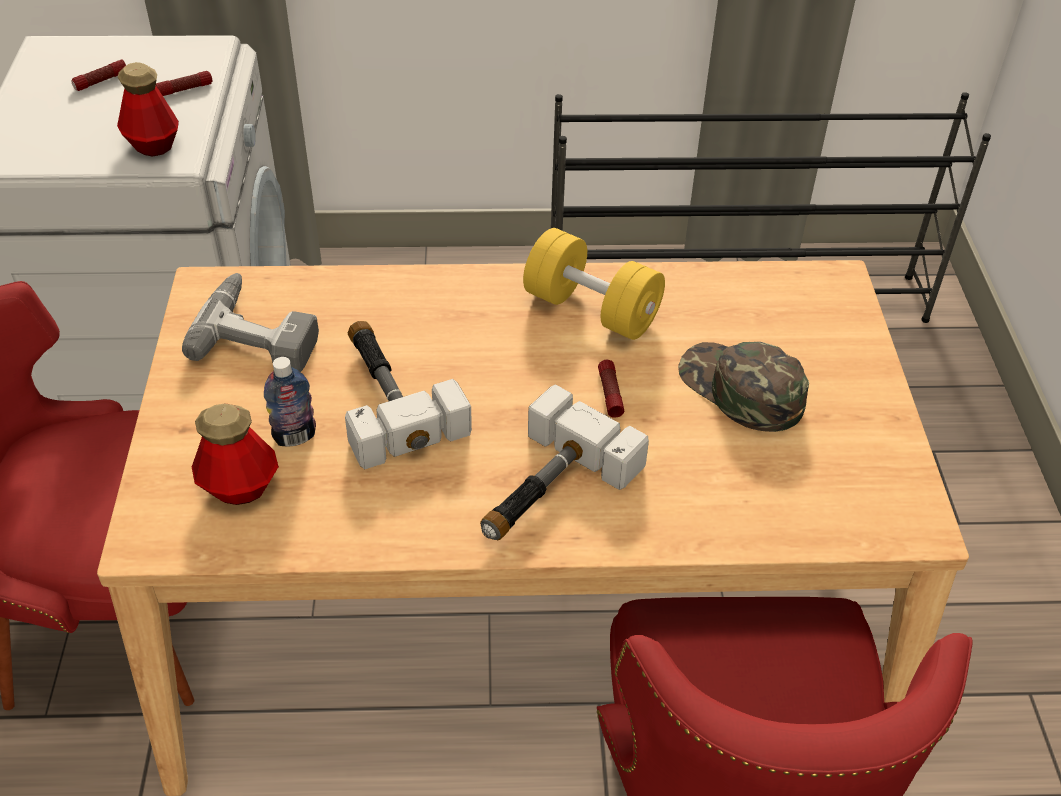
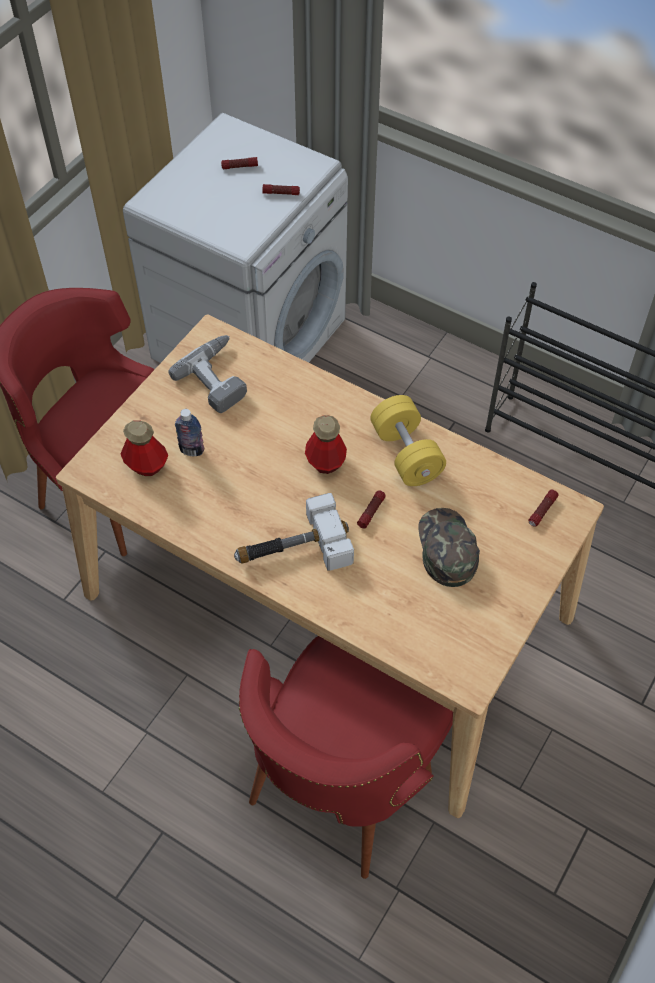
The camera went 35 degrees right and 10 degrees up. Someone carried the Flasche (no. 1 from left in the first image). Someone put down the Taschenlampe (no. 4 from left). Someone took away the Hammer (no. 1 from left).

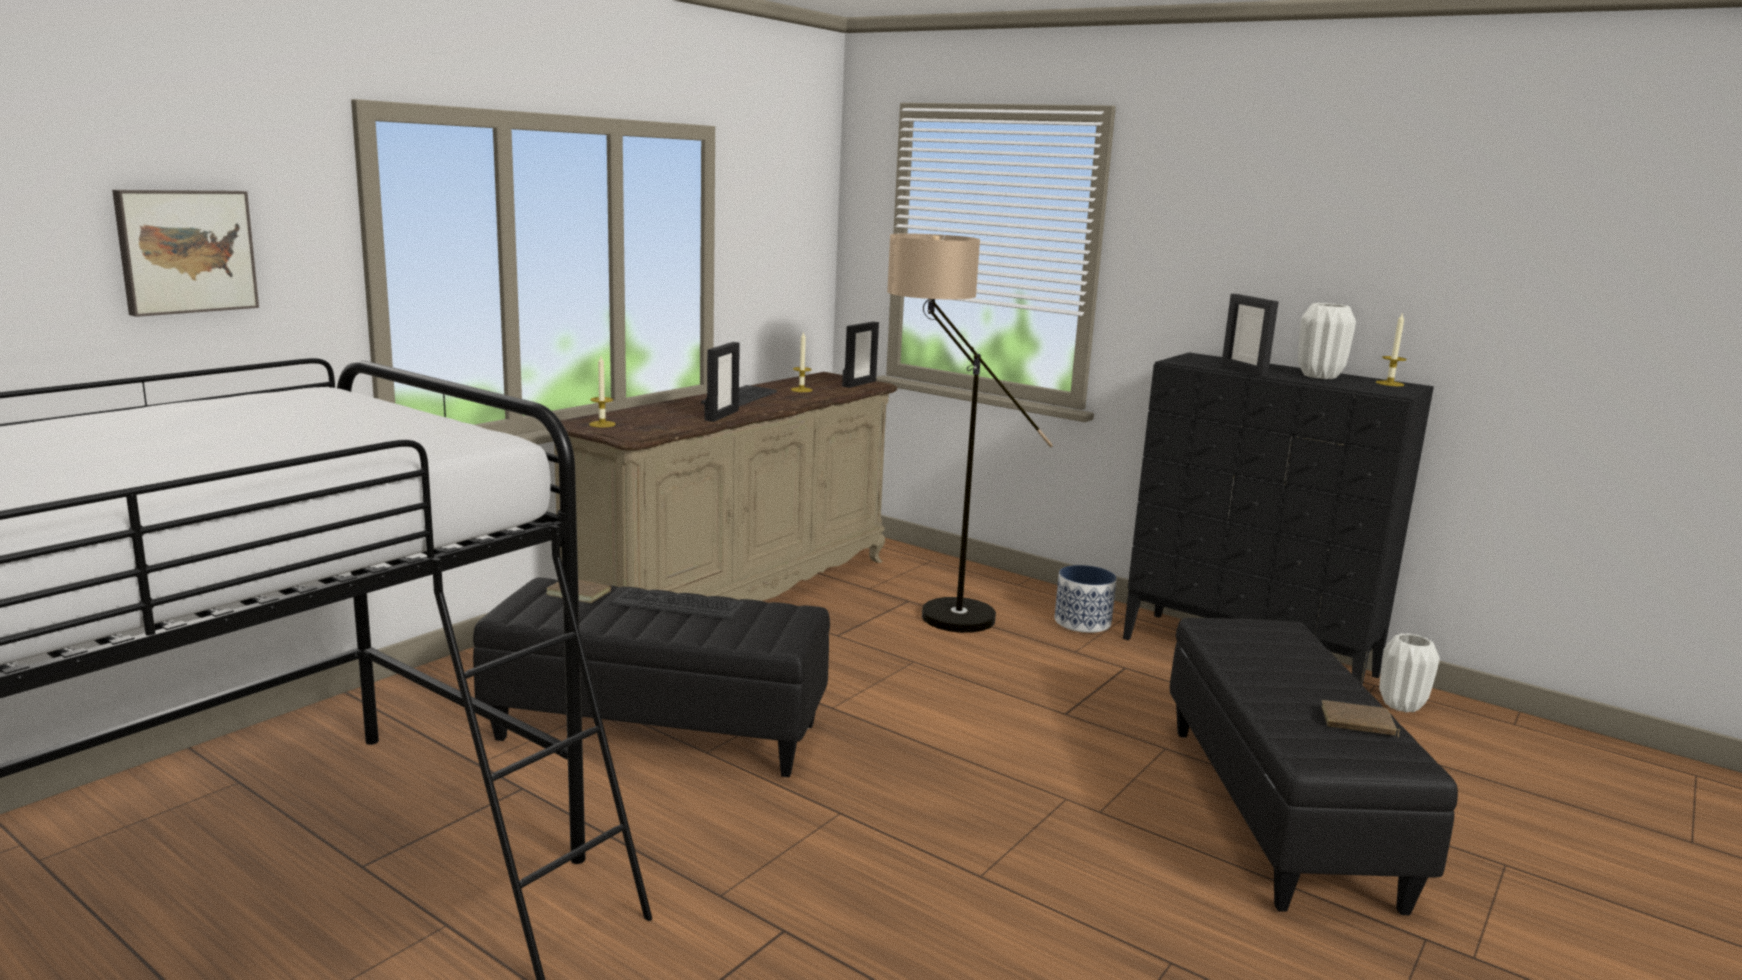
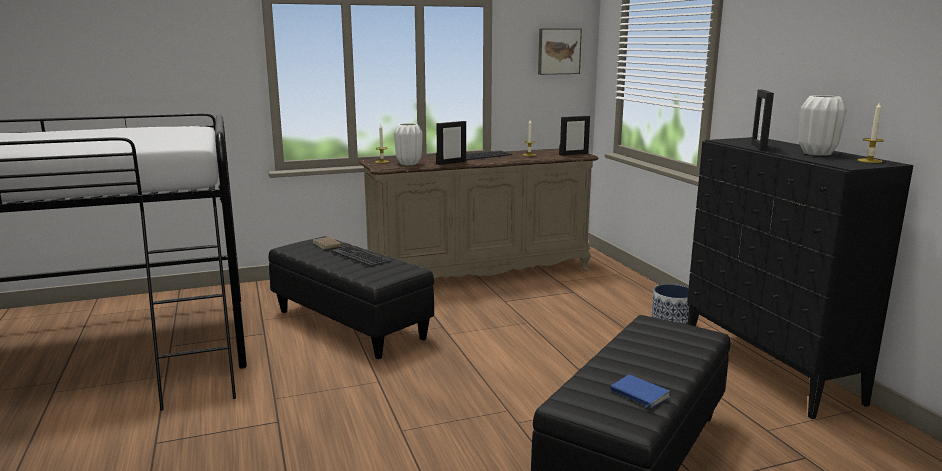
The camera went 35 degrees right and 0 degrees up. Someone carried the Vase/weiß (no. 2 from left in the first image). Someone carried the Bild. Someone repainted the Buch/braun (no. 2 from left), which became the Buch/blau. Someone took away the Stehlampe.

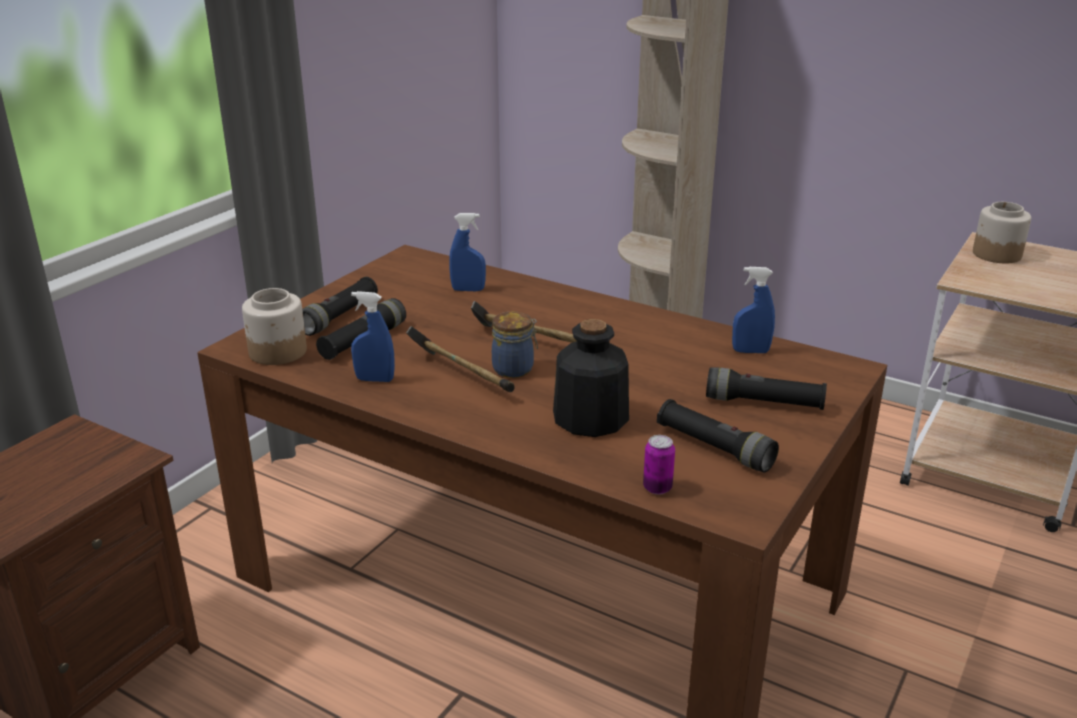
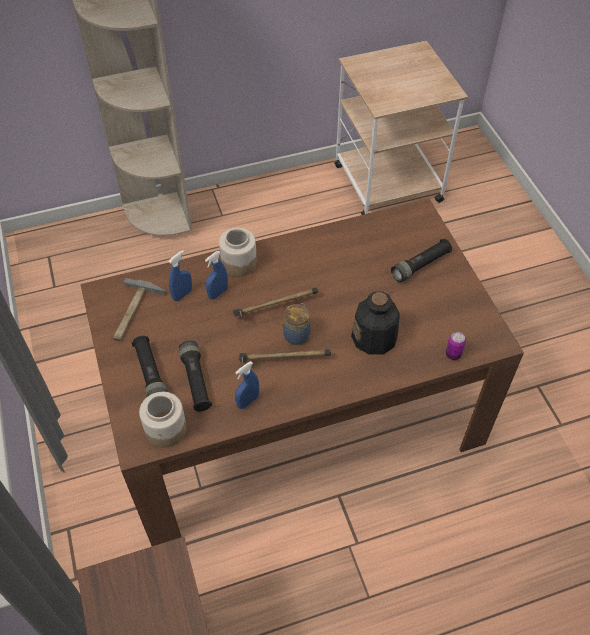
The camera went 50 degrees left and 25 degrees up. Someone put down the Hammer (no. 1 from left). Someone carried the Sprühflasche/blau (no. 3 from left in the first image). Someone carried the Vorratsglas (no. 3 from left in the first image). Someone took away the Taschenlampe/schwarz (no. 3 from left).

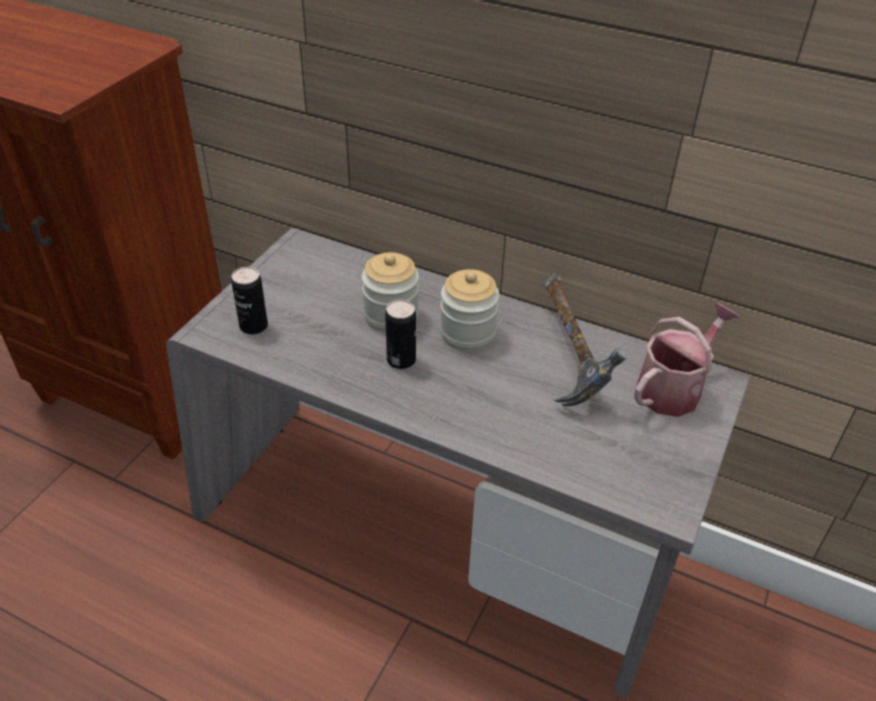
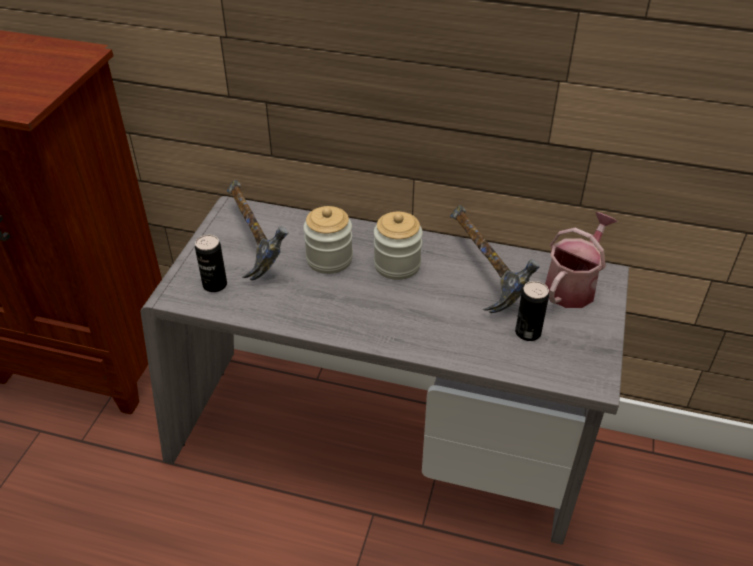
The camera went 10 degrees left and 0 degrees up. Someone put down the Hammer (no. 1 from left). Someone carried the Dose (no. 2 from left).

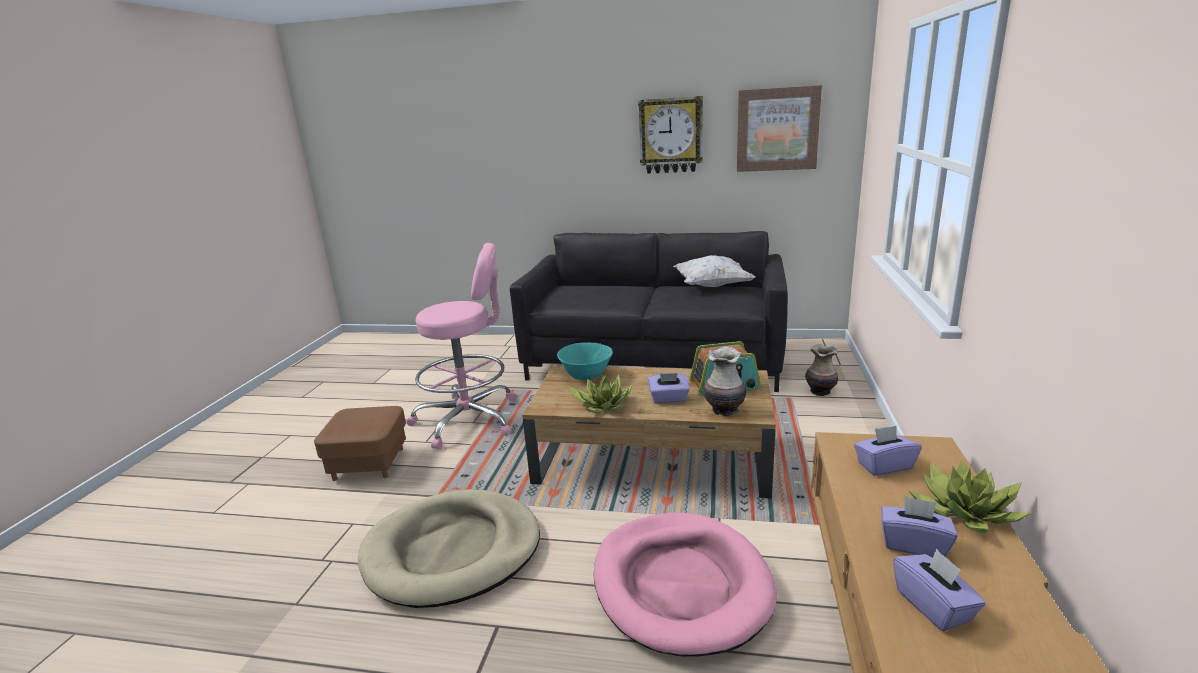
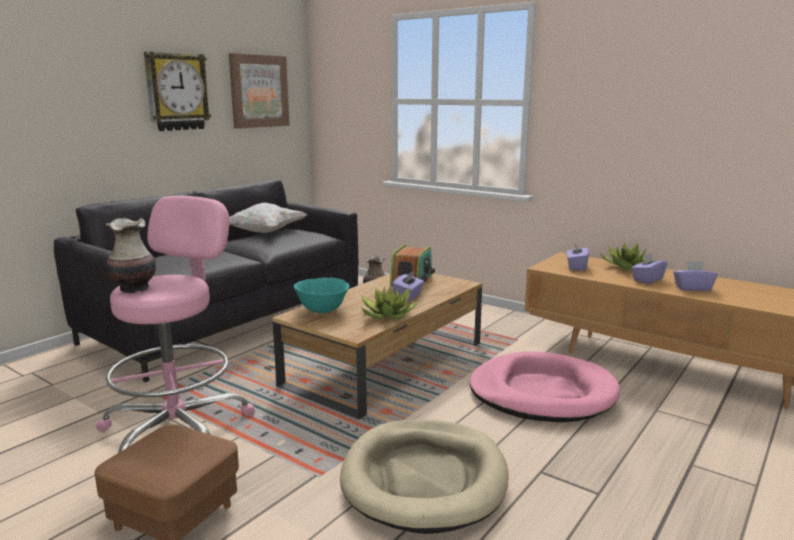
The camera went 65 degrees left and 5 degrees down. Someone carried the Vase (no. 1 from left).

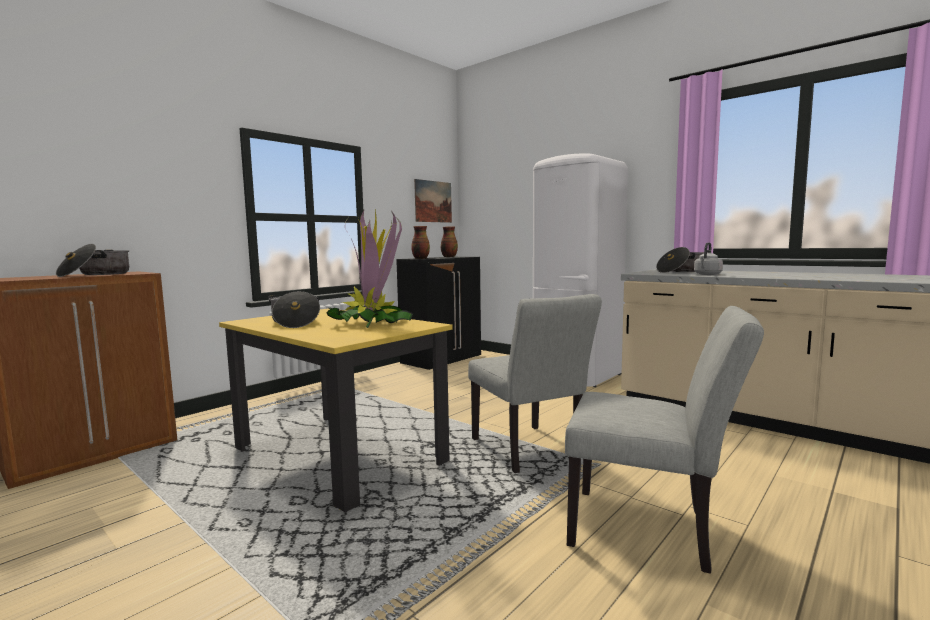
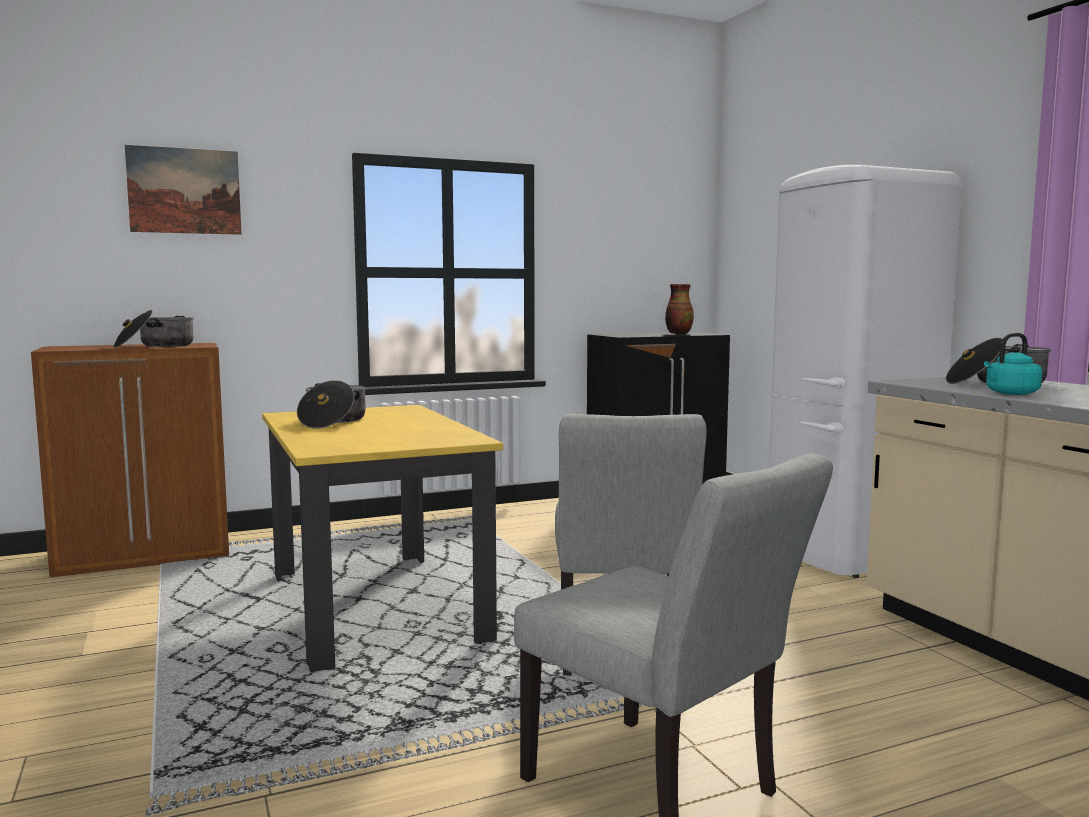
The camera went 25 degrees right and 0 degrees up. Someone carried the Bild. Someone repainted the Wasserkessel/grau, which became the Wasserkessel/türkis. Someone took away the Topfpflanze. Someone took away the Vase (no. 1 from left).

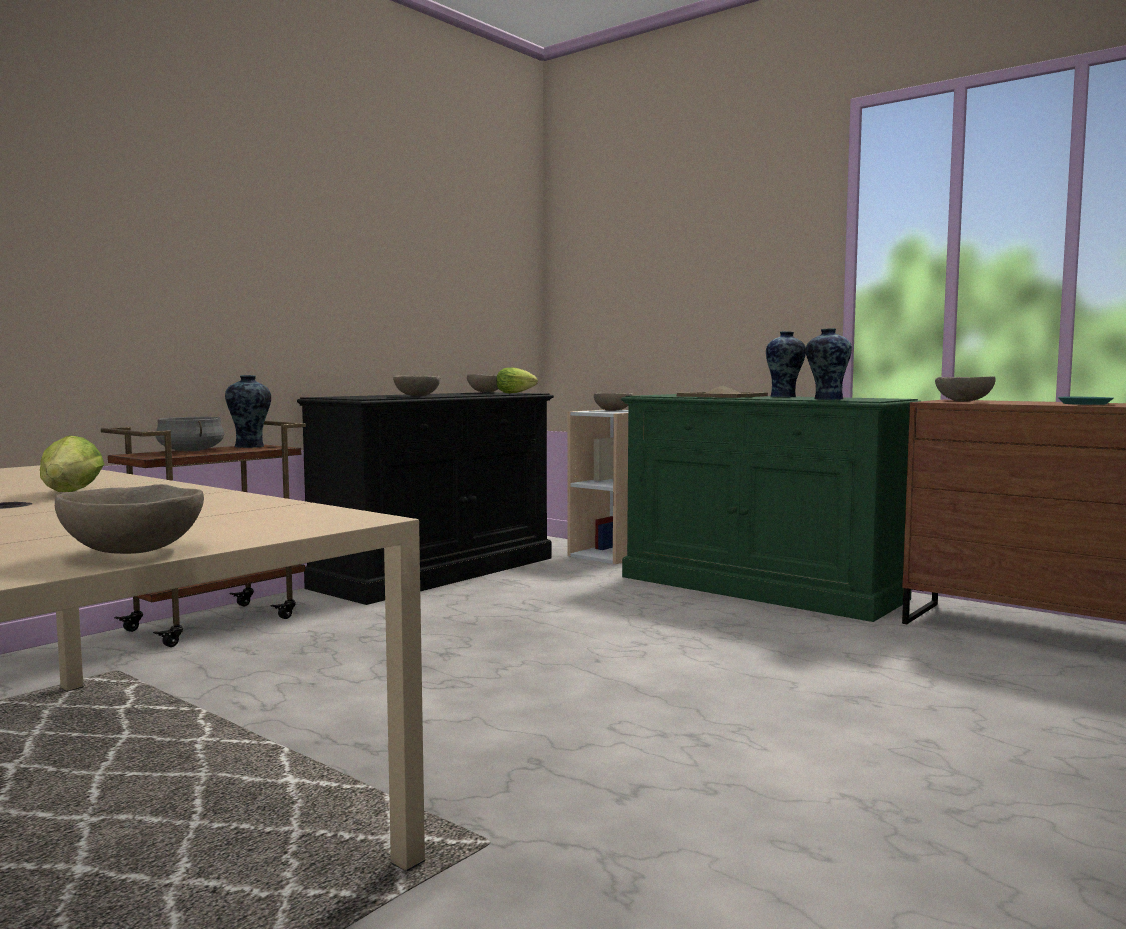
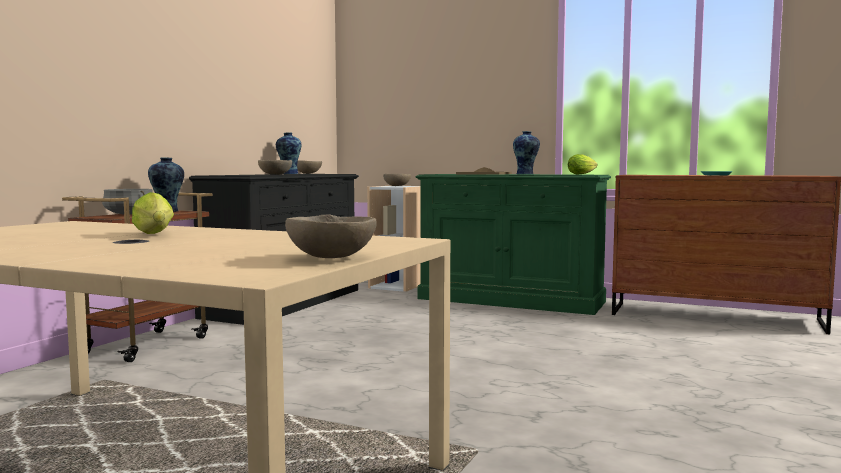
The camera went 15 degrees left and 0 degrees up. Someone carried the Vase (no. 3 from left in the first image). Someone carried the Salatkopf (no. 2 from left). Someone took away the Schüssel/beige (no. 5 from left).

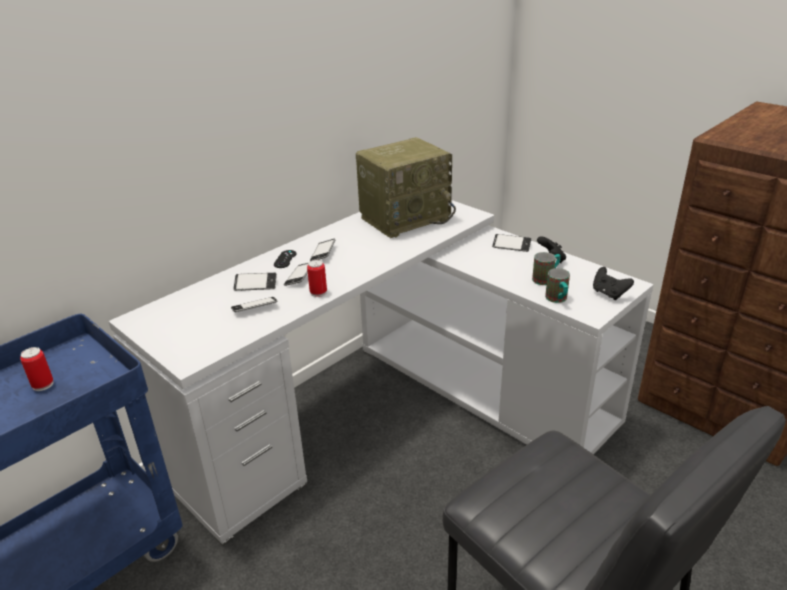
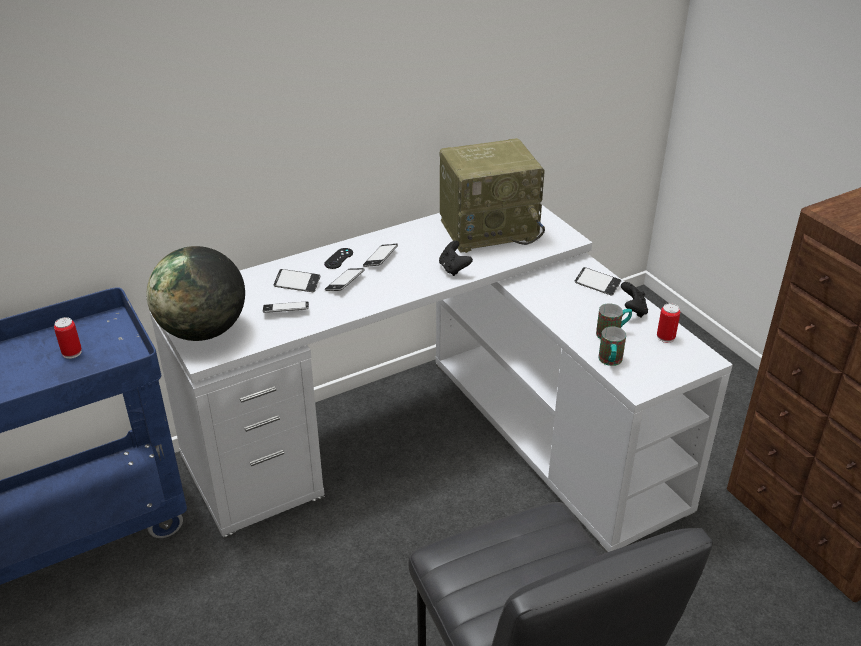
The camera went 15 degrees right and 5 degrees up. Someone put down the Globus. Someone carried the Gamepad/schwarz (no. 3 from left in the first image). Someone carried the Dose (no. 2 from left).

